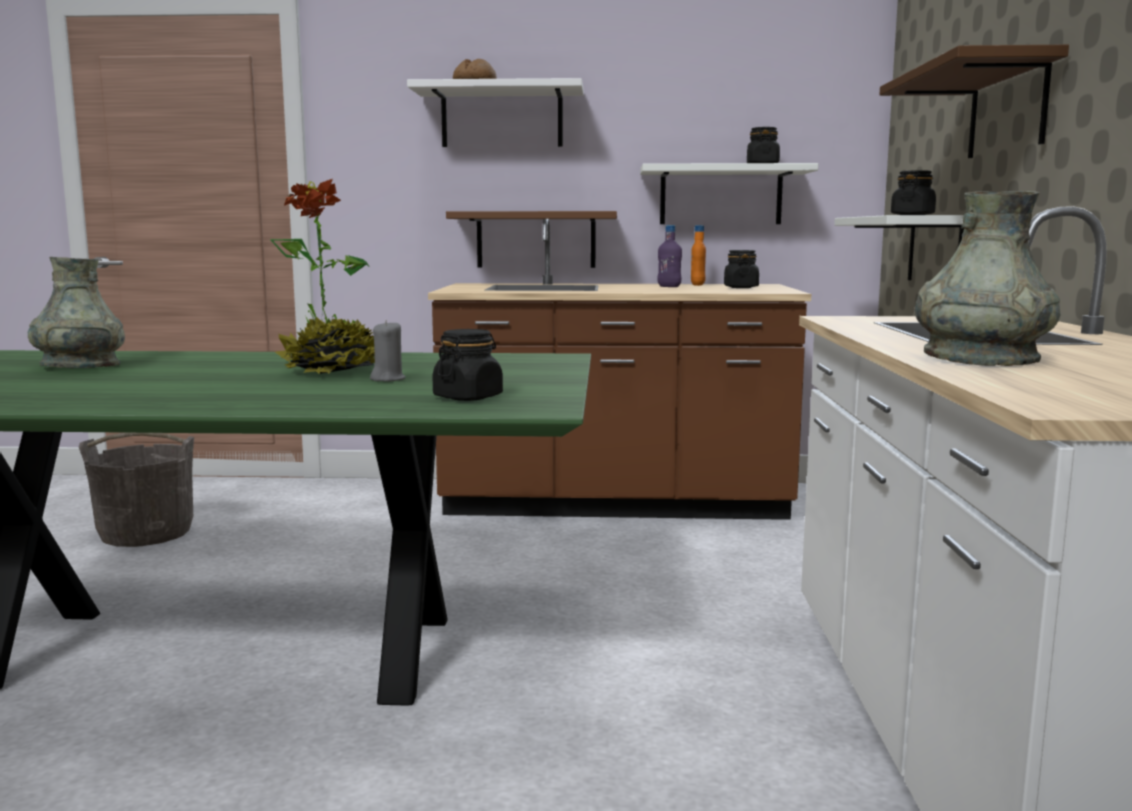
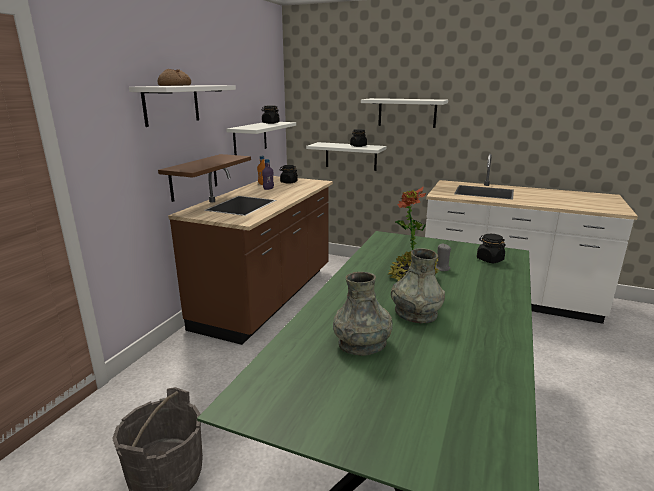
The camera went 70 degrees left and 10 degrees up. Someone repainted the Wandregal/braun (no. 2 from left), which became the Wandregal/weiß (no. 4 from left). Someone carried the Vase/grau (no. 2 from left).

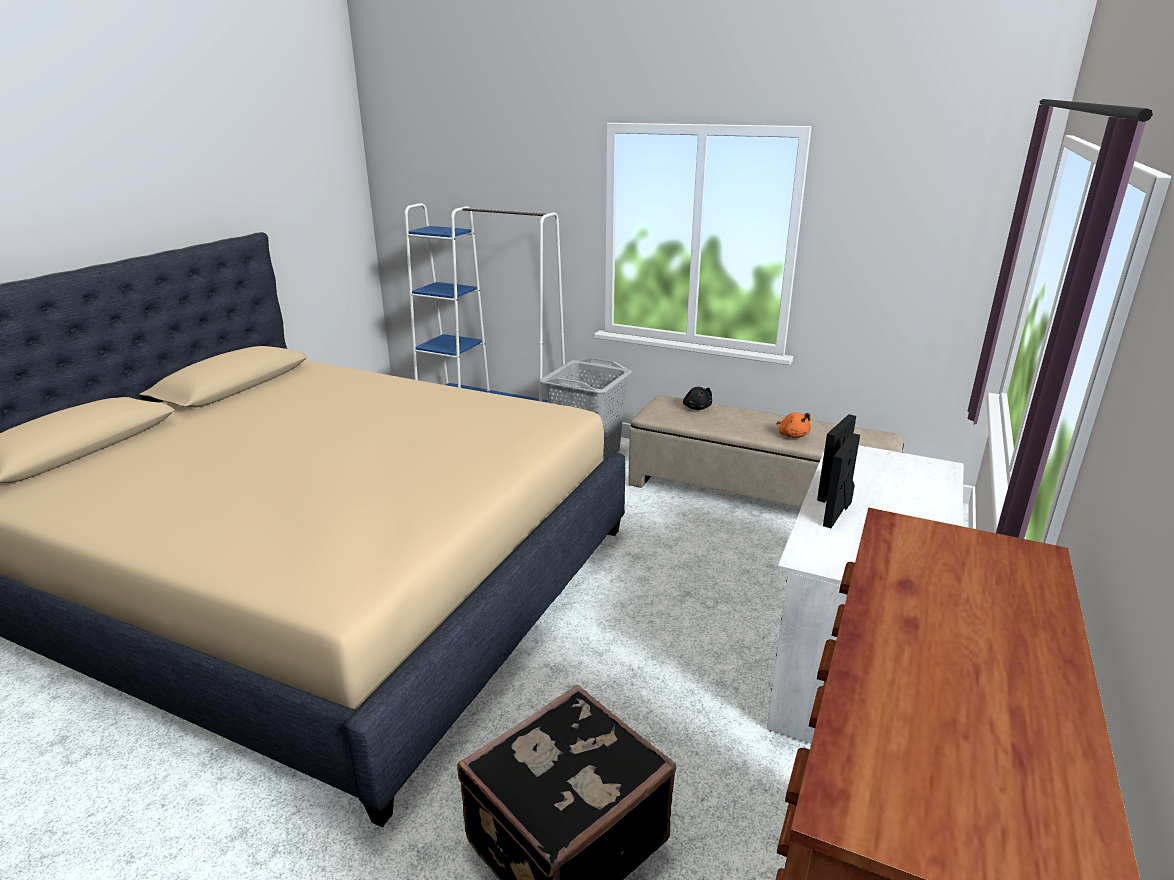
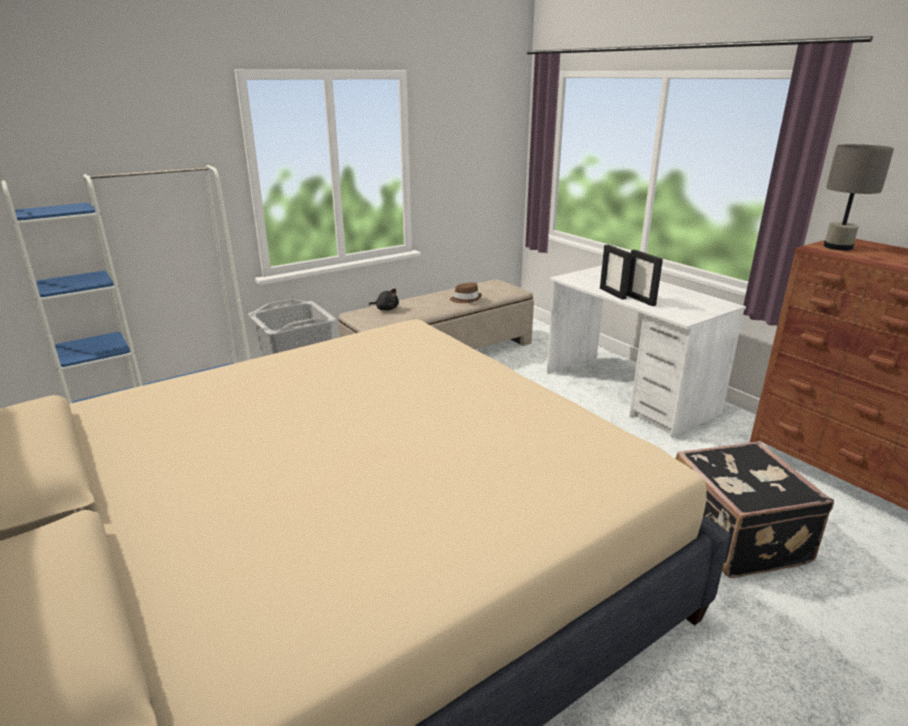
The camera went 60 degrees left and 0 degrees up. Someone swapped the Plüschtier/orange for the Hut/braun. Someone put down the Tischlampe/grau.

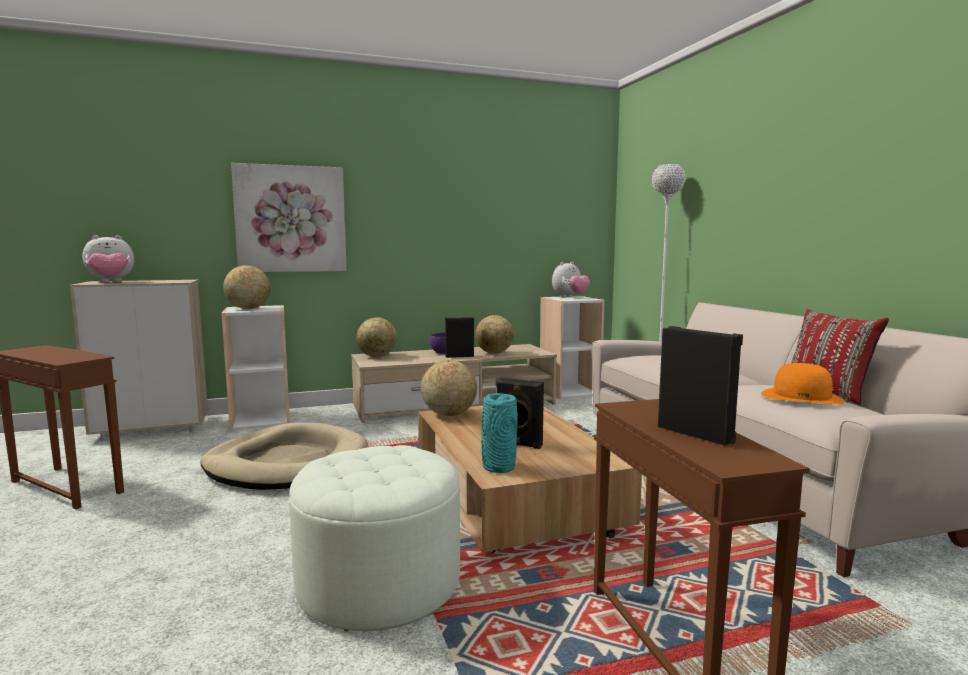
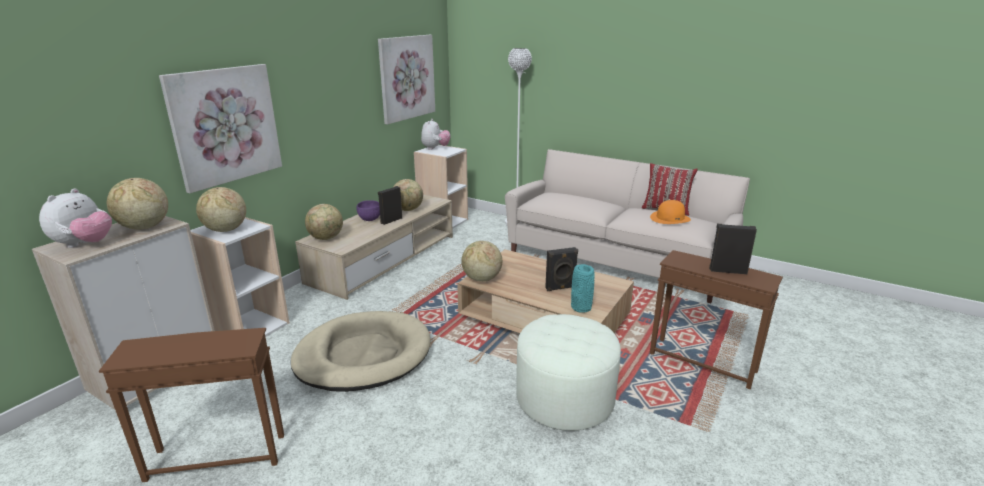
The camera went 40 degrees left and 15 degrees up. Someone put down the Globus (no. 1 from left). Someone put up the Bild (no. 2 from left).

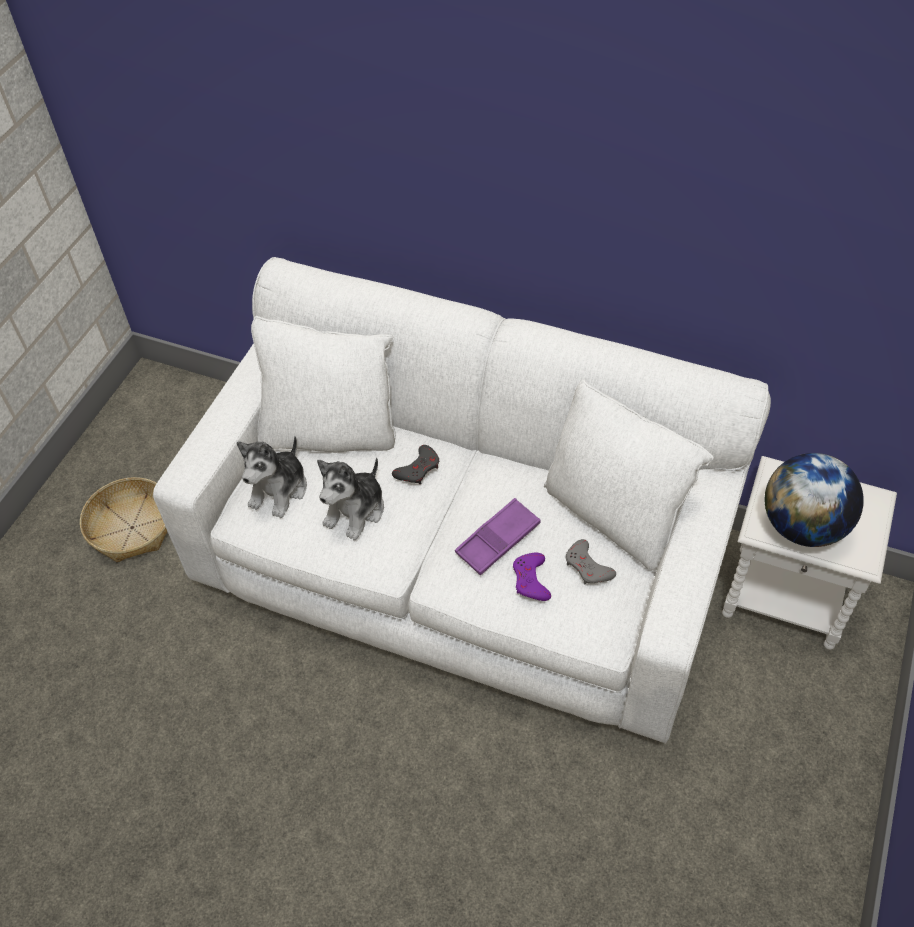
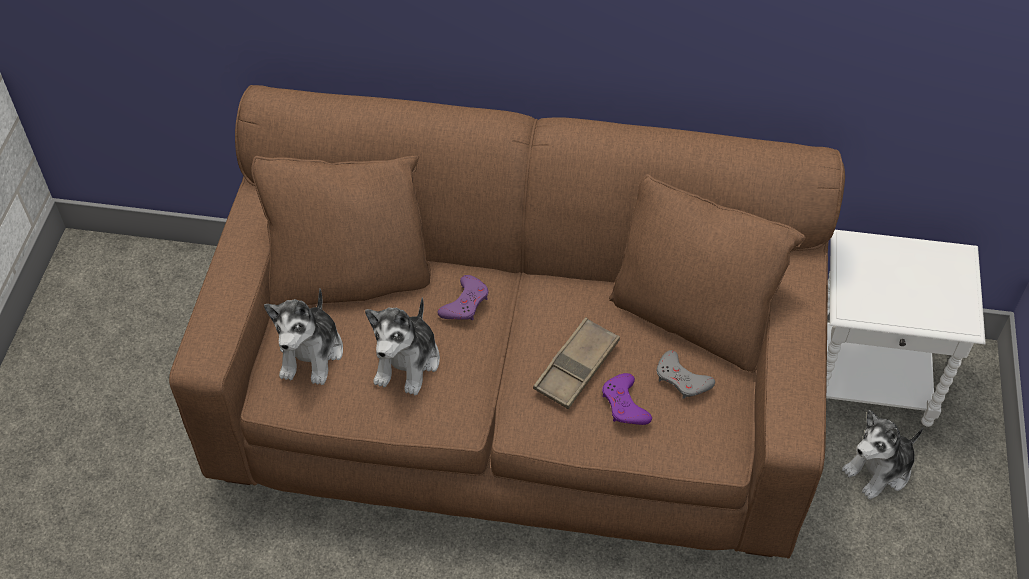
The camera went 15 degrees left and 0 degrees up. Someone repainted the Sofa/weiß, which became the Sofa/braun. Someone repainted the Gamepad/grau (no. 1 from left), which became the Gamepad/lila (no. 1 from left). Someone repainted the Tablett/lila, which became the Tablett/braun. Someone put down the Plüschtier (no. 3 from left). Someone took away the Korb. Someone took away the Globus.

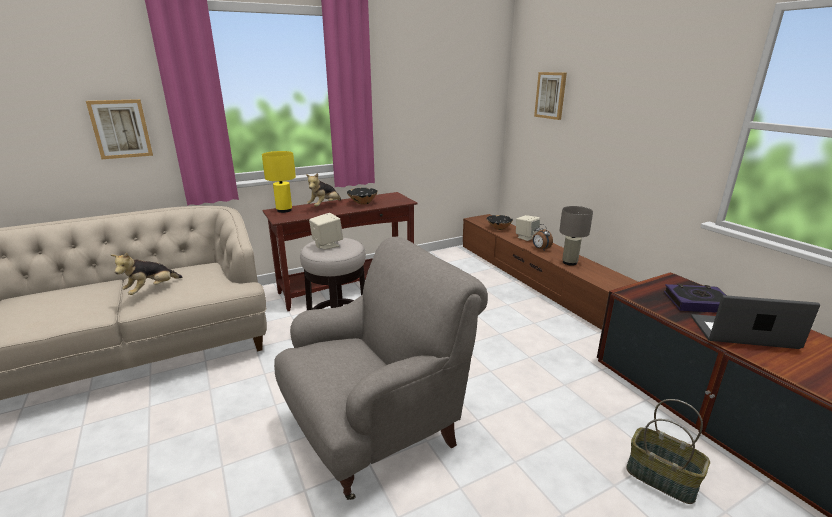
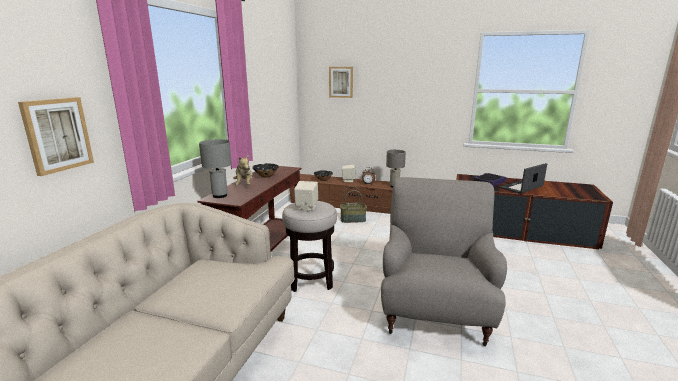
The camera went 45 degrees left and 5 degrees down. Someone repainted the Tischlampe/gelb, which became the Tischlampe/grau (no. 1 from left). Someone carried the Korb. Someone took away the Plüschtier (no. 1 from left).

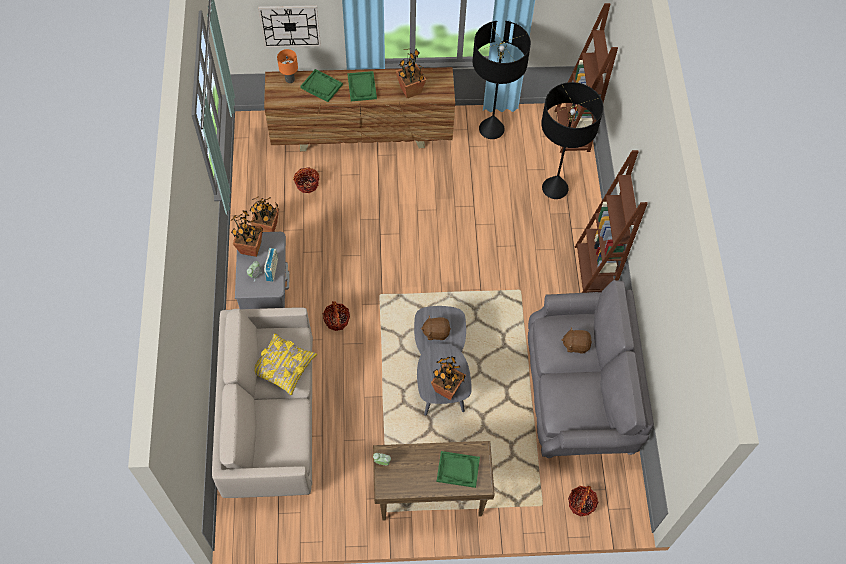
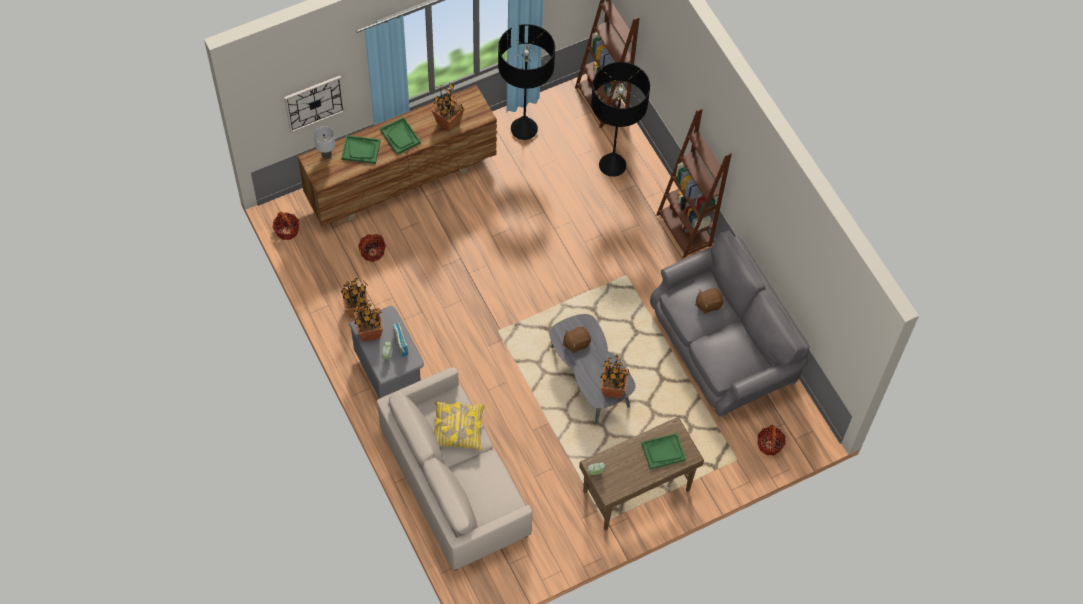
The camera went 25 degrees left and 0 degrees up. Someone carried the Korb (no. 2 from left in the first image). Someone repainted the Tischlampe/orange, which became the Tischlampe/weiß.

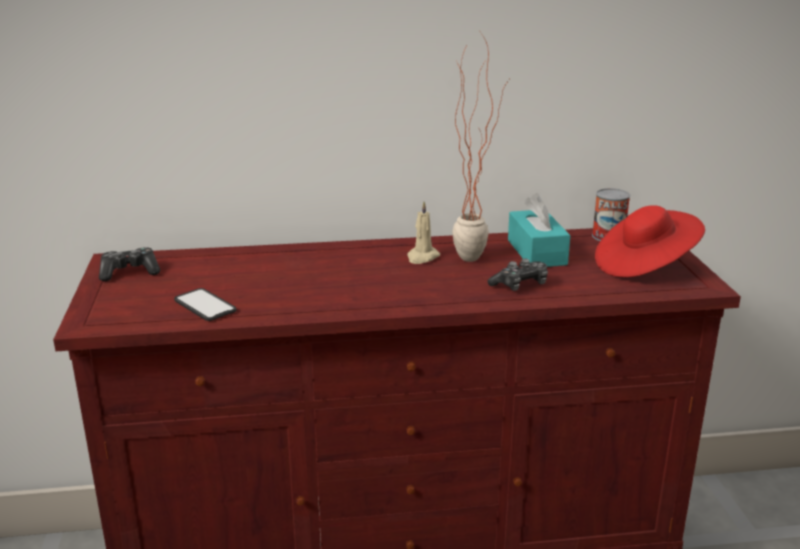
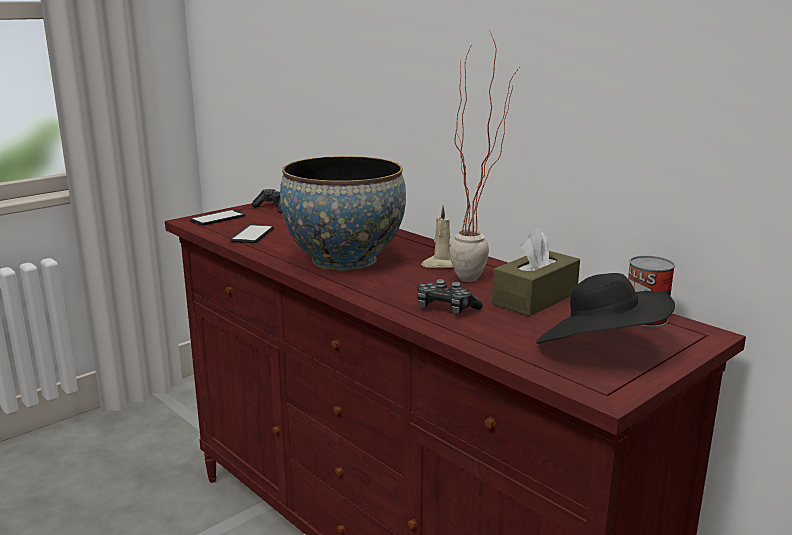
The camera went 55 degrees right and 5 degrees down. Someone put down the Handy (no. 1 from left). Someone put down the Schüssel. Someone repainted the Taschentuchbox/türkis, which became the Taschentuchbox/braun. Someone repainted the Hut/rot, which became the Hut/schwarz.

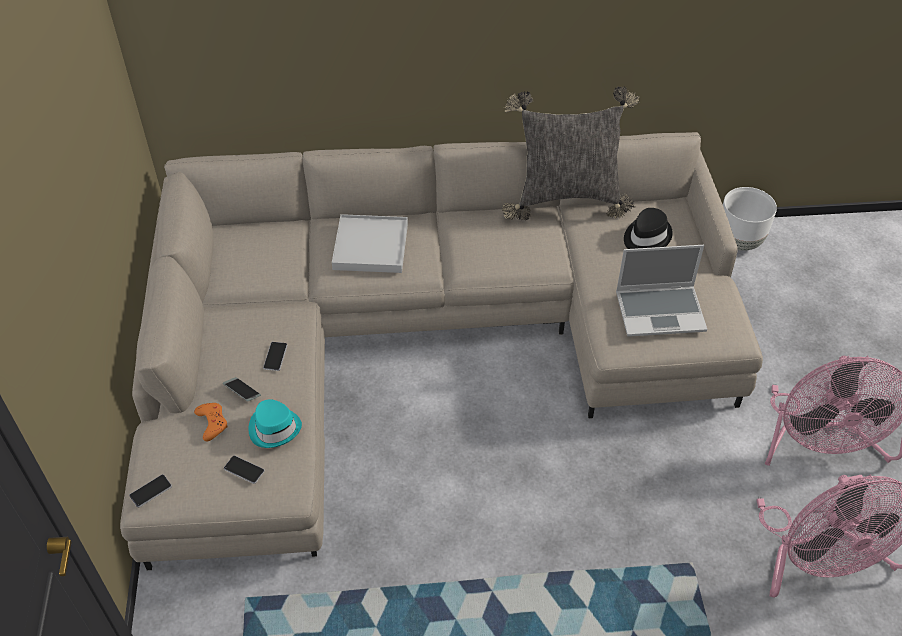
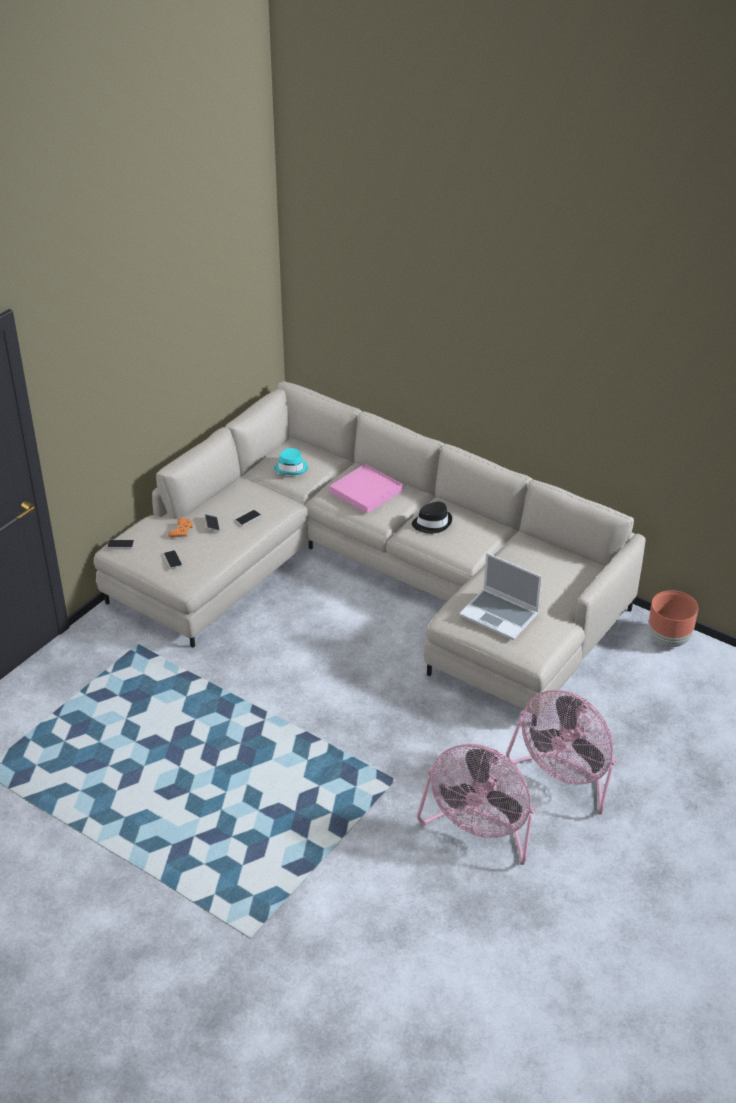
The camera went 40 degrees right and 10 degrees down. Someone carried the Hut/türkis. Someone repainted the Tablett/weiß, which became the Tablett/rosa. Someone carried the Hut/schwarz. Someone repainted the Pflanzkübel/weiß, which became the Pflanzkübel/braun. Someone took away the Kissen.

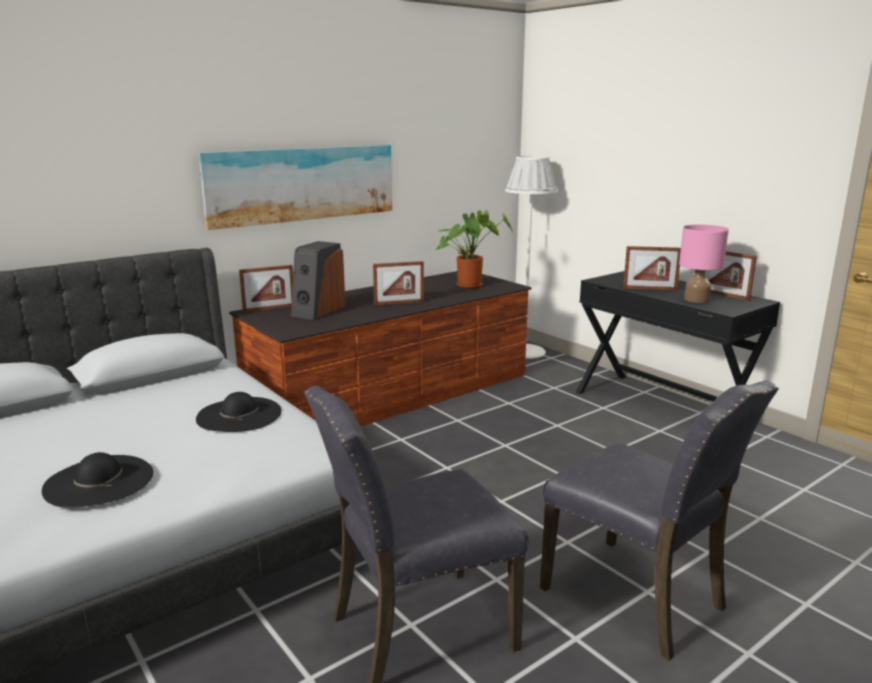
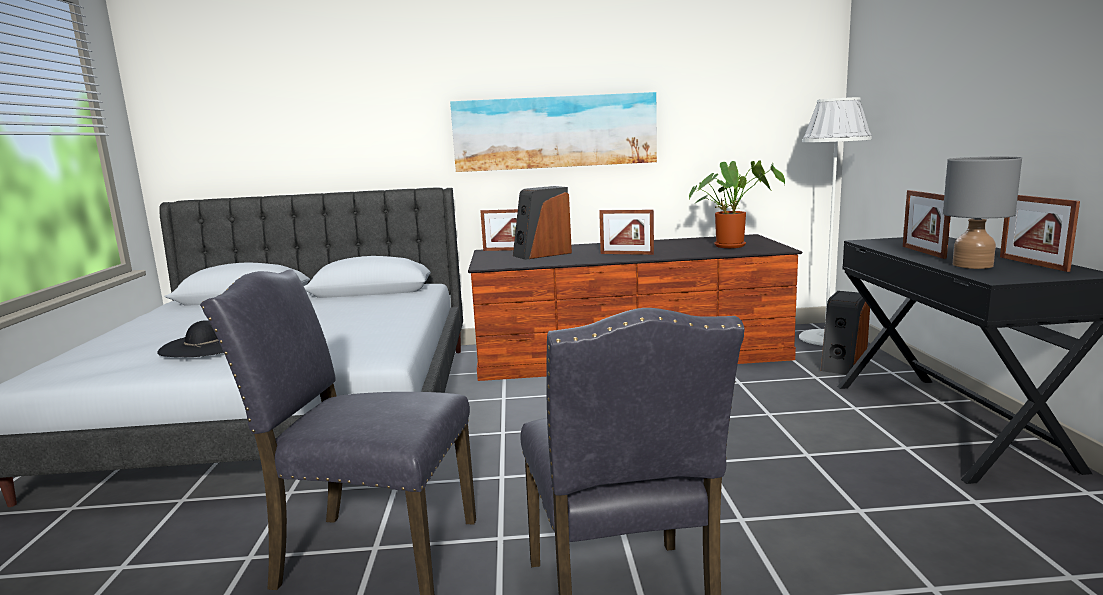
The camera went 35 degrees right and 5 degrees down. Someone put down the Lautsprecher (no. 2 from left). Someone rotated the Bilderrahmen (no. 3 from left) by 45 degrees clockwise. Someone repainted the Tischlampe/rosa, which became the Tischlampe/grau. Someone took away the Hut/schwarz (no. 2 from left).

